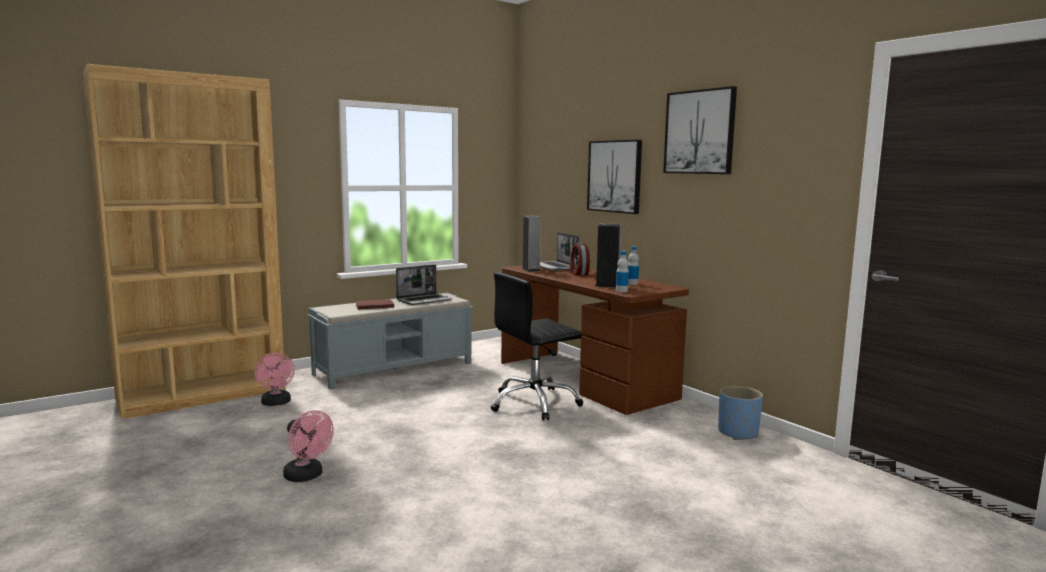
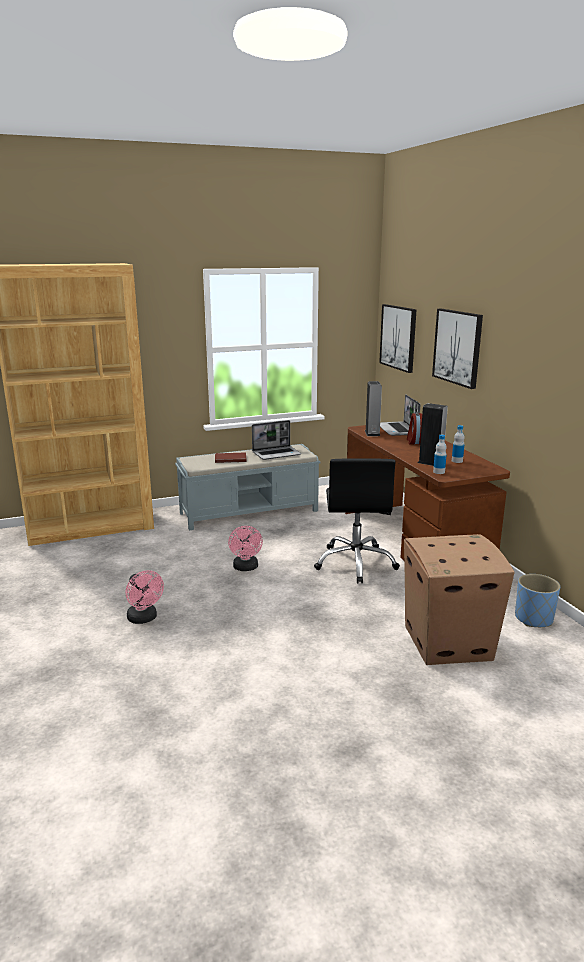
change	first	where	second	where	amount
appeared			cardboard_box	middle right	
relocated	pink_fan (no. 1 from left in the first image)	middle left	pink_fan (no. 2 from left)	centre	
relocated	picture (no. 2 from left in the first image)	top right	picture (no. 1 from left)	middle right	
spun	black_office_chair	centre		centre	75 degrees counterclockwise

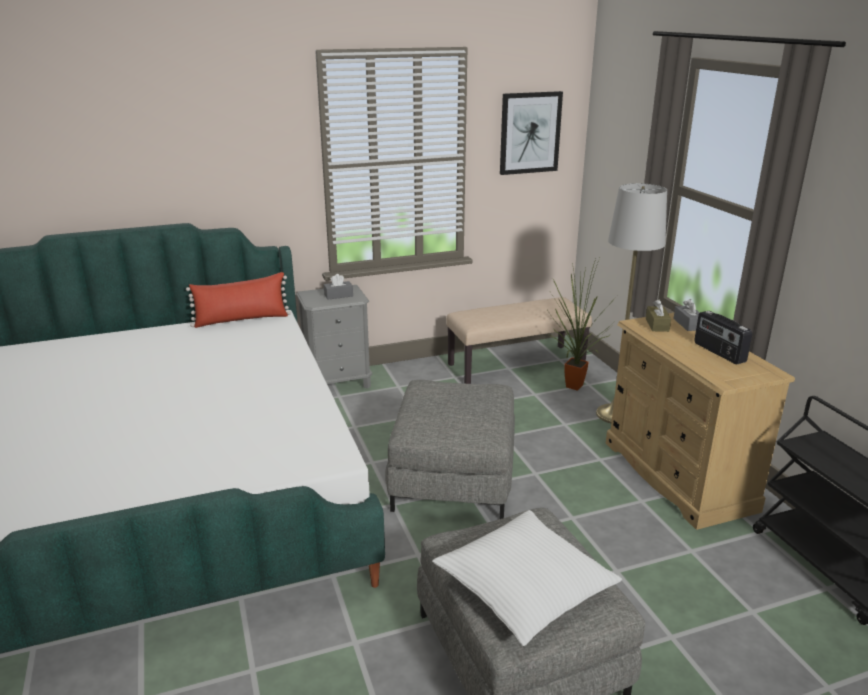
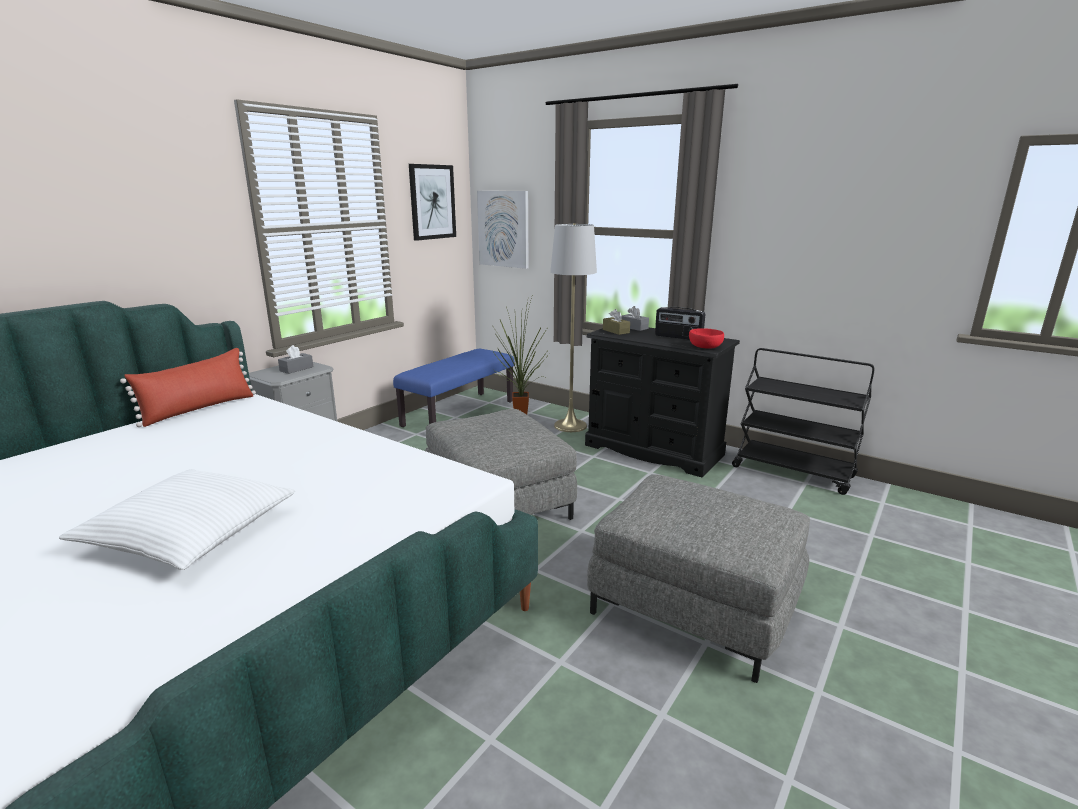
change	first	where	second	where	amount
appeared			picture (no. 2 from left)	top centre	
appeared			red_bowl	centre	
relocated	white_pillow	bottom centre		middle left	
colour	beige_bench	centre	blue_bench	centre	
colour	beige_dresser	middle right	black_dresser	centre	

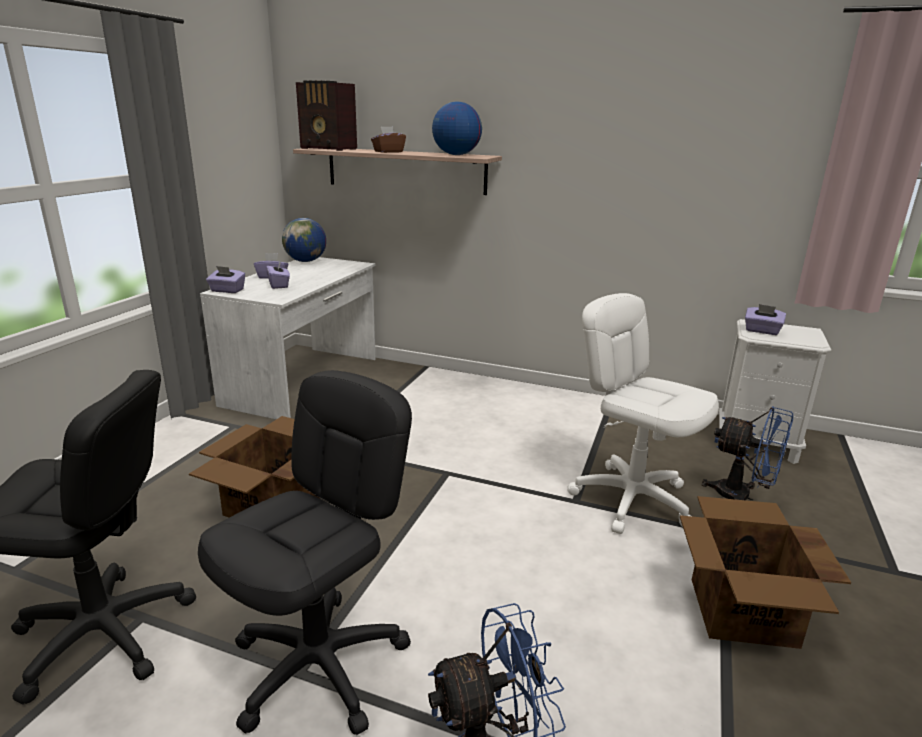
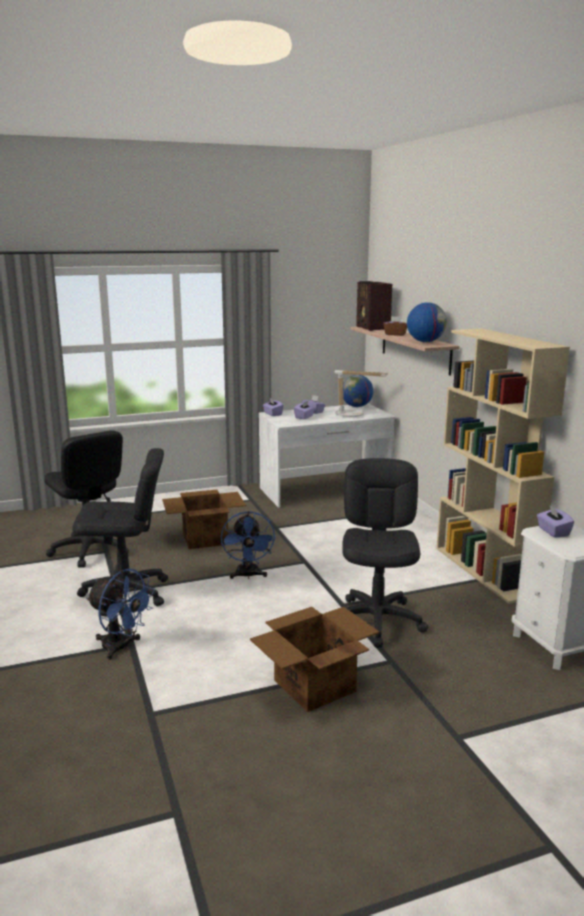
change	first	where	second	where	amount
appeared			table_lamp	centre	
appeared			beige_bookcase	middle right	
relocated	blue_fan (no. 2 from left)	middle right		centre	
colour	white_office_chair	middle right	black_office_chair (no. 3 from left)	centre	

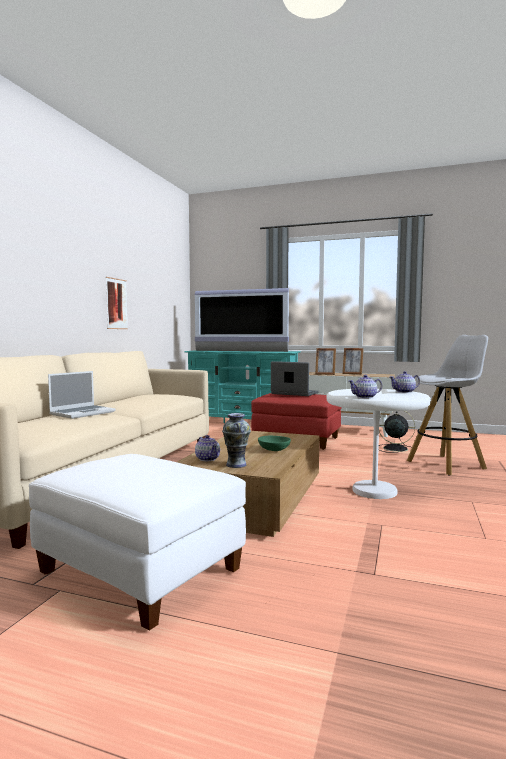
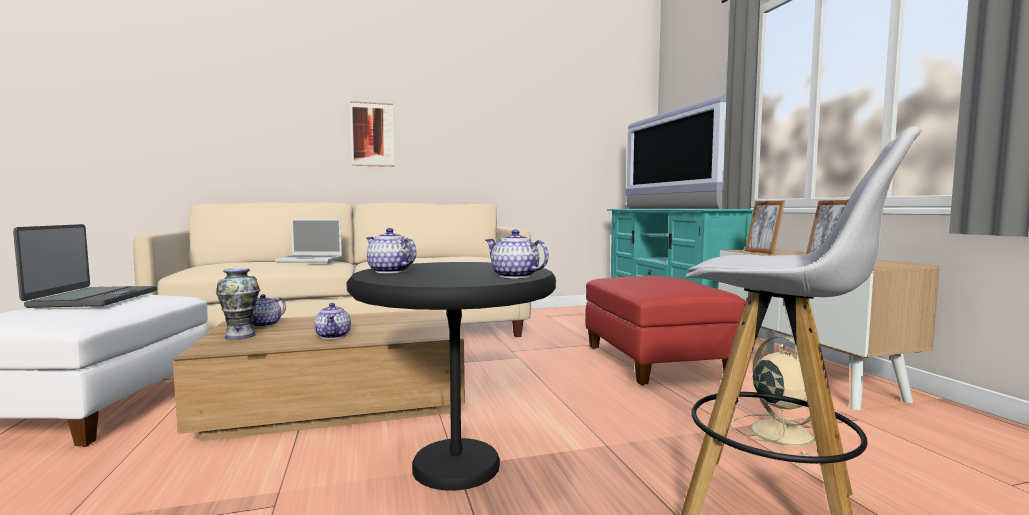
change	first	where	second	where	amount
relocated	picture	middle left		top centre	
relocated	laptop (no. 2 from left in the first image)	centre	laptop (no. 1 from left)	middle left	
exchanged	green_bowl	centre	teapot (no. 2 from left)	middle left	
colour	white_side_table	middle right	black_side_table	bottom centre	
colour	black_fan	middle right	beige_fan	bottom right	

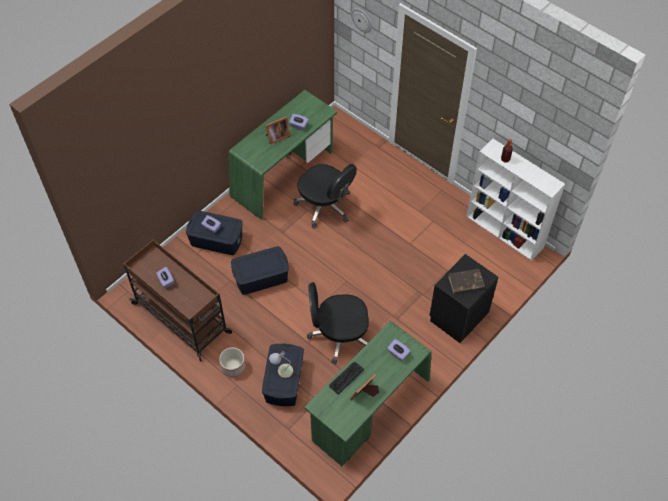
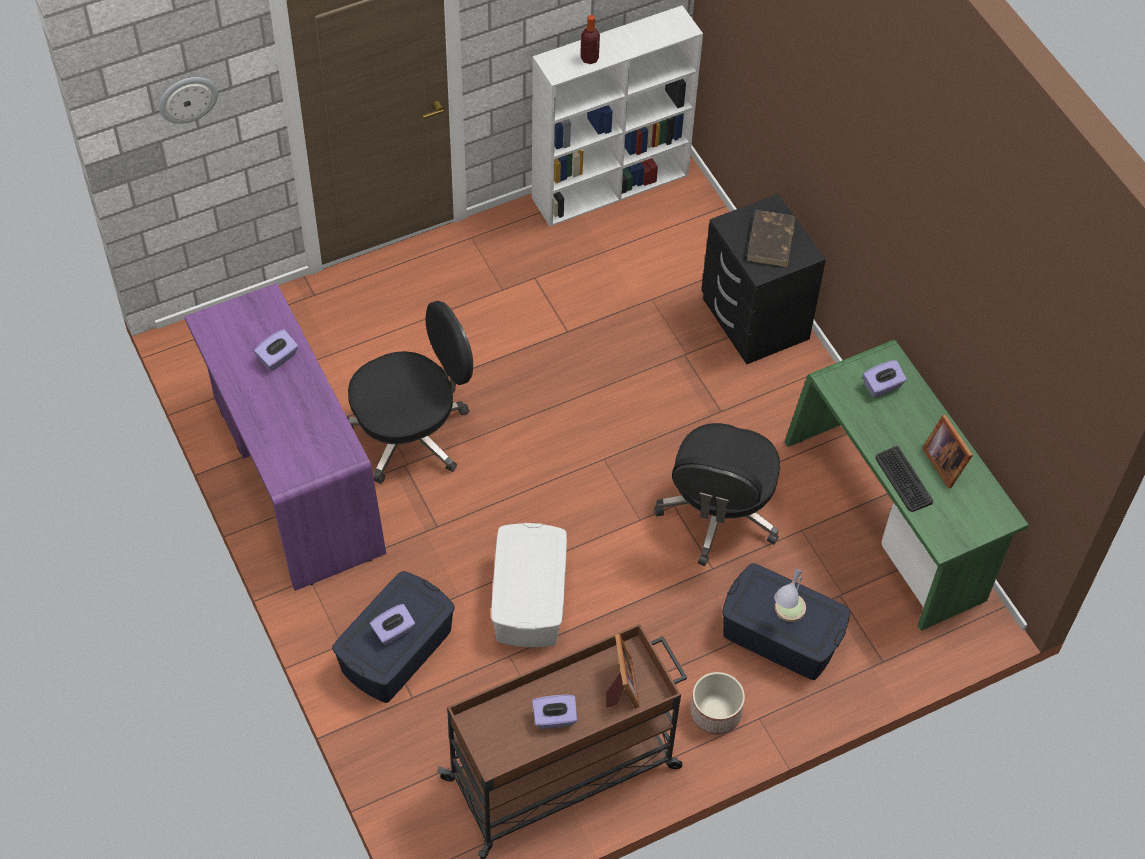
change	first	where	second	where	amount
relocated	picture_frame (no. 1 from left)	top centre		bottom centre	
colour	green_desk (no. 1 from left)	top centre	purple_desk	middle left	
colour	blue_storage_box (no. 2 from left)	centre	white_storage_box	bottom centre	

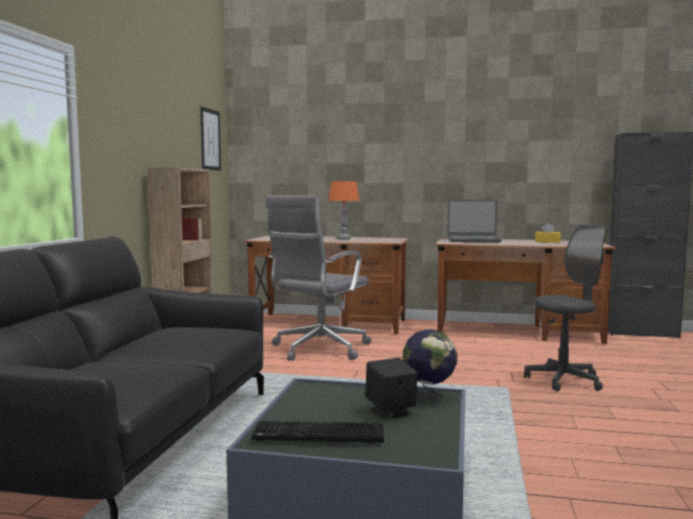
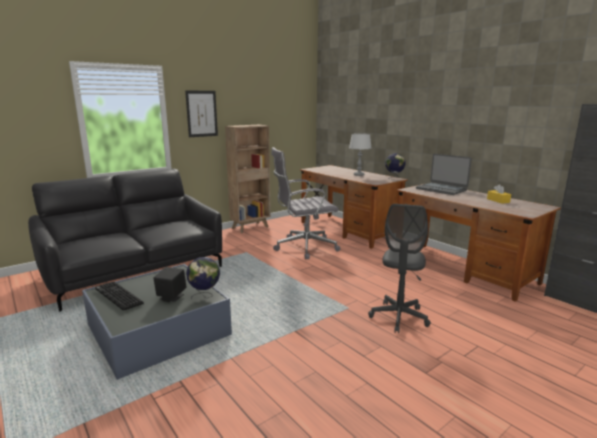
change	first	where	second	where	amount
appeared			globe (no. 2 from left)	centre	
relocated	picture	top left		top centre	
colour	orange_table_lamp	centre	grey_table_lamp	centre	
spun	grey_office_chair (no. 2 from left)	middle right		middle right	90 degrees clockwise

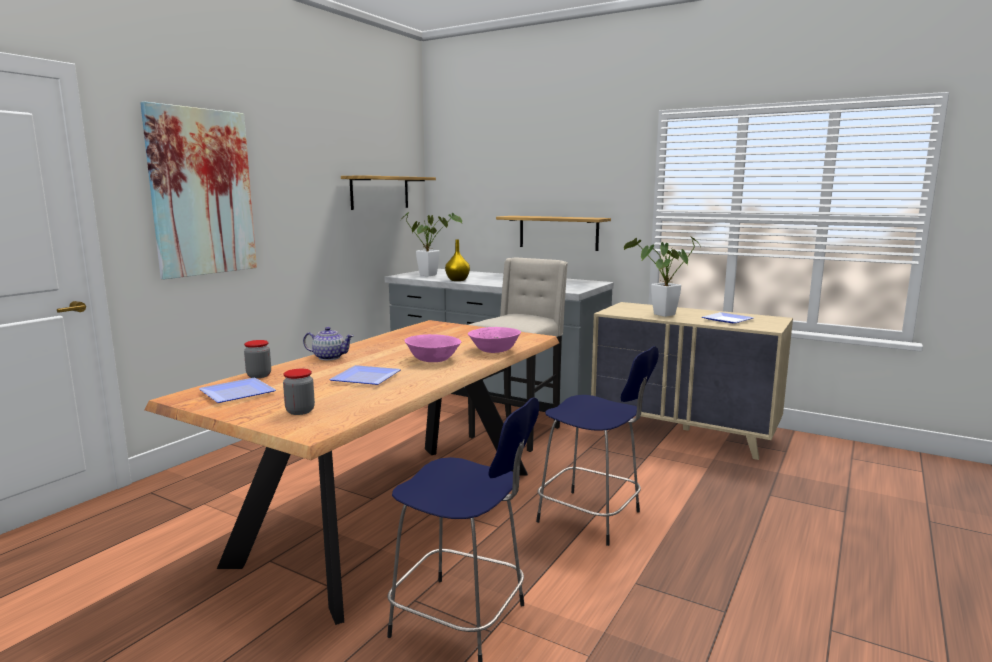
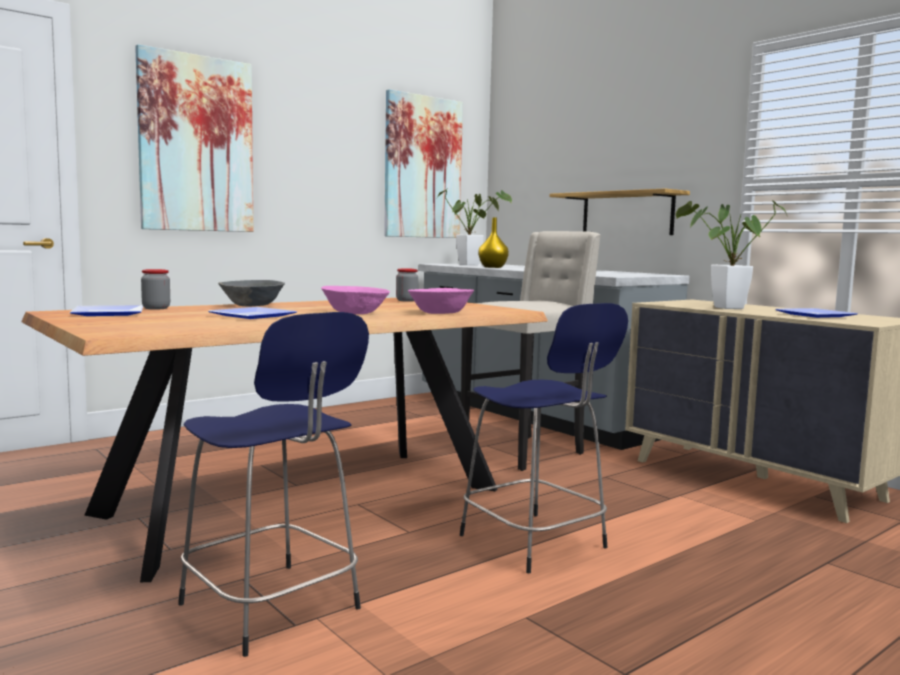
change	first	where	second	where	amount
relocated	jar (no. 2 from left)	middle left		centre	
exchanged	teapot	middle left	grey_bowl	middle left	
exchanged	shelf (no. 1 from left)	top centre	picture (no. 2 from left)	top centre	

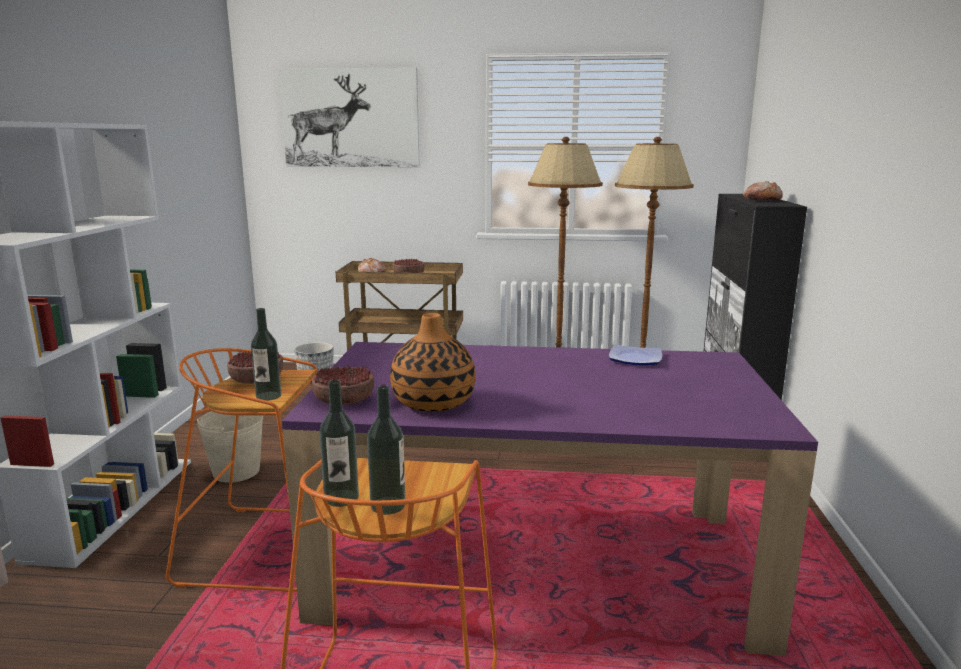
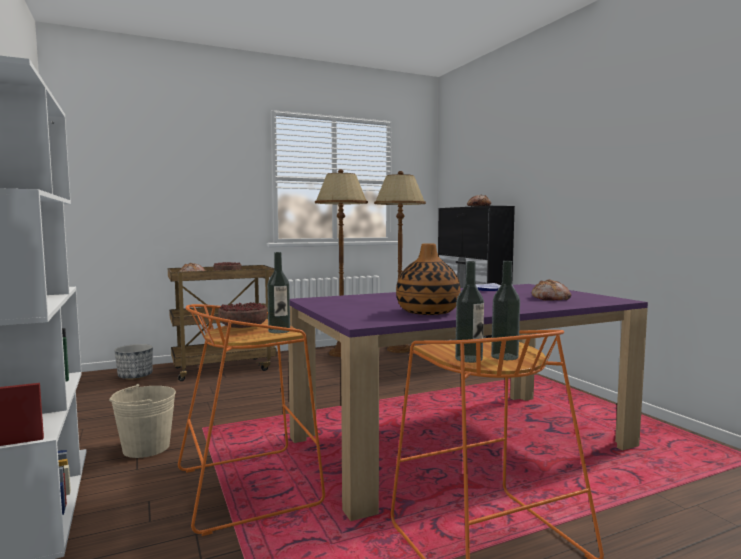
change	first	where	second	where	amount
missing	picture	top centre			
missing	bowl (no. 2 from left)	centre			
appeared			bread (no. 3 from left)	middle right	

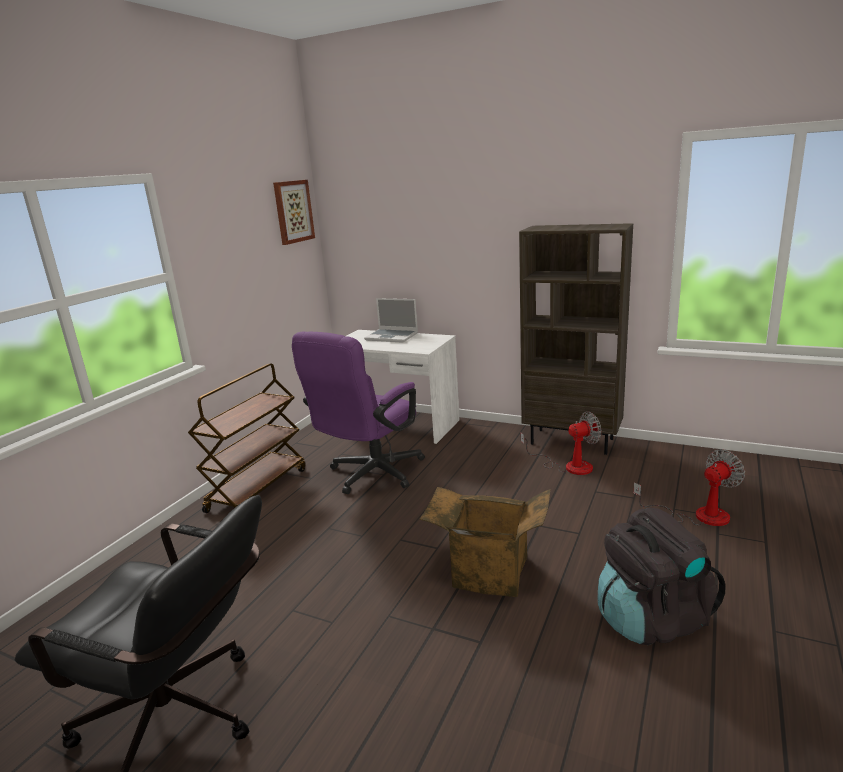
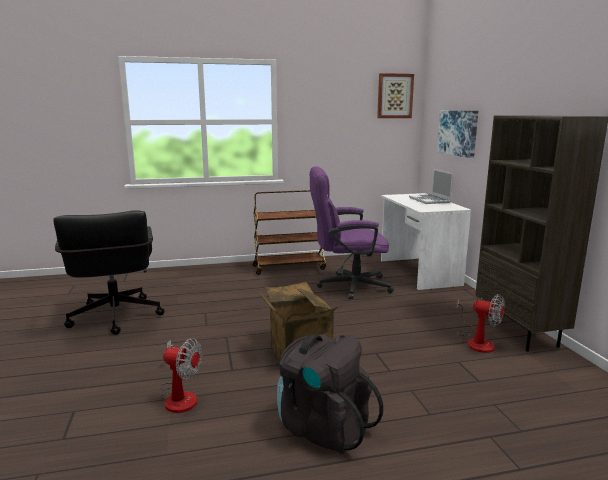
change	first	where	second	where	amount
appeared			picture (no. 2 from left)	top right	
relocated	fan (no. 2 from left in the first image)	middle right	fan (no. 1 from left)	bottom left	

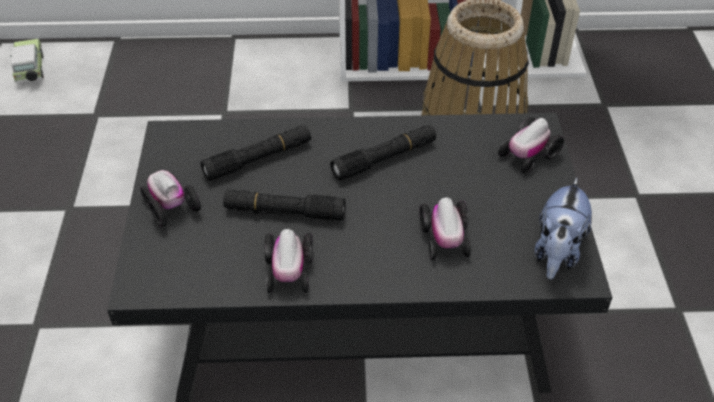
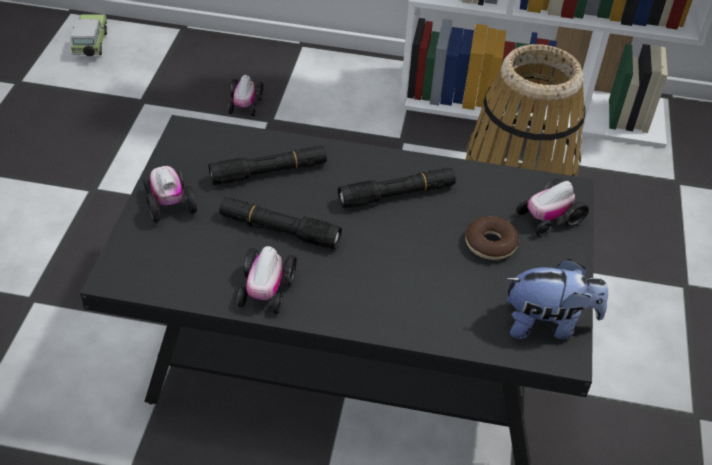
change	first	where	second	where	amount
appeared			donut	middle right	
relocated	toy_car (no. 4 from left in the first image)	centre	toy_car (no. 3 from left)	top centre	
spun	plush_toy	middle right		middle right	120 degrees counterclockwise

